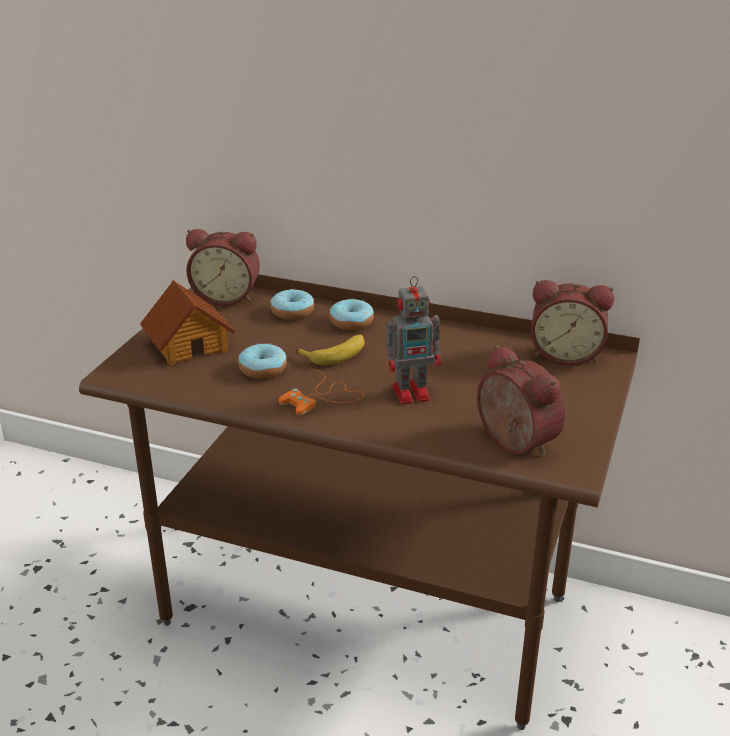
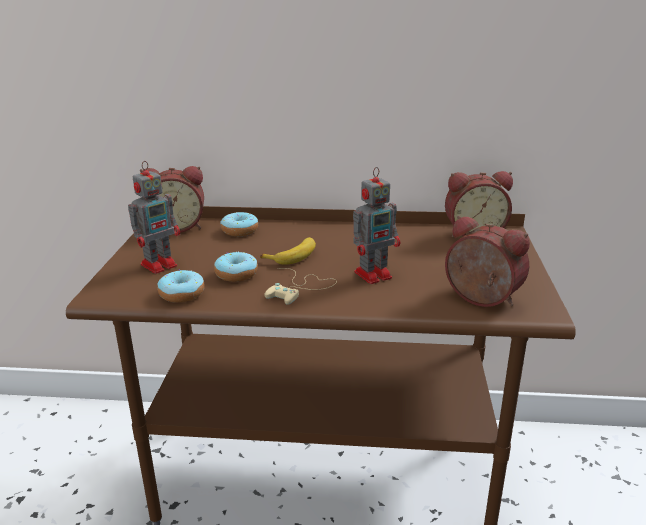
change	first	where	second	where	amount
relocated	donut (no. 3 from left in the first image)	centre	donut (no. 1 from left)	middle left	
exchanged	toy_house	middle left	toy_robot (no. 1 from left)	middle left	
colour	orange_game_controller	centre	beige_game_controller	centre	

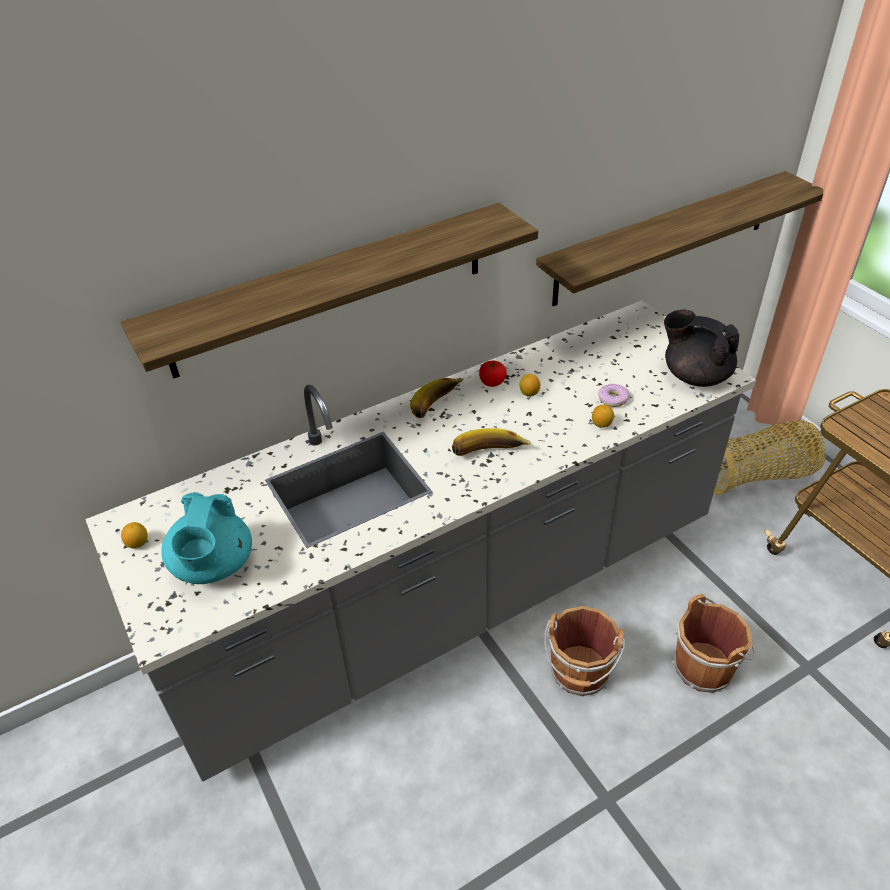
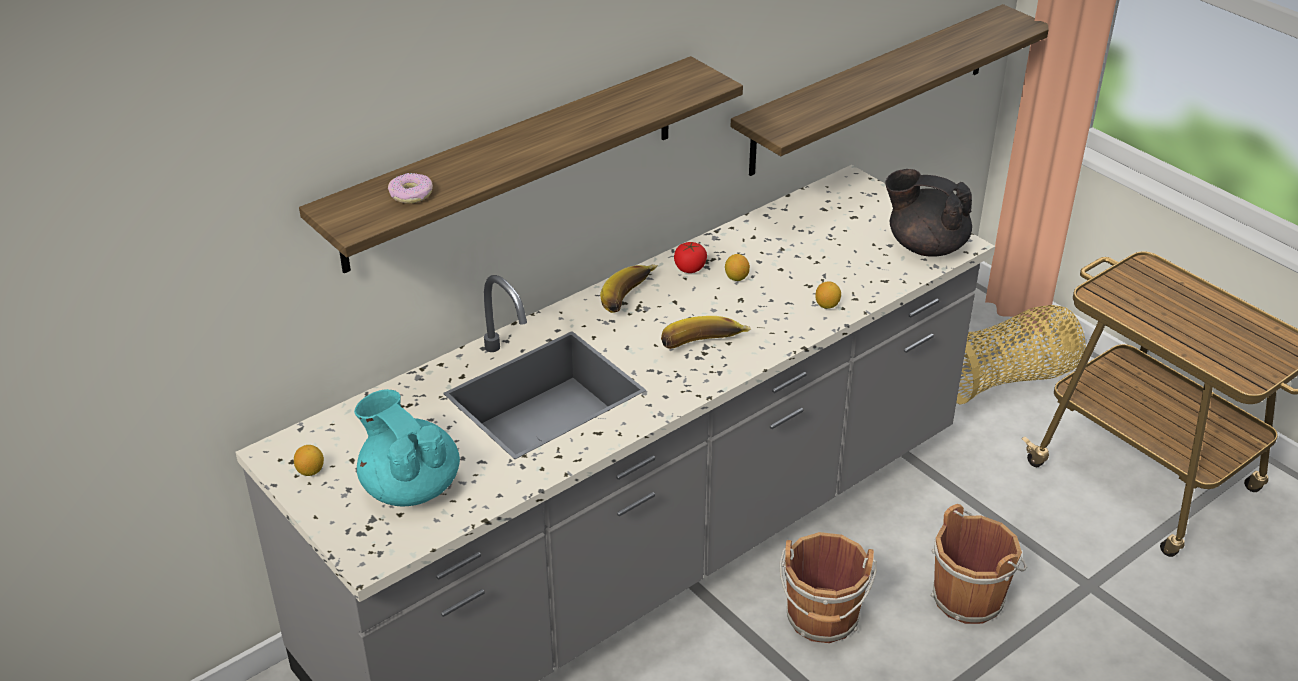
change	first	where	second	where	amount
relocated	donut	middle right		top left	
spun	turquoise_teapot	middle left		middle left	150 degrees clockwise

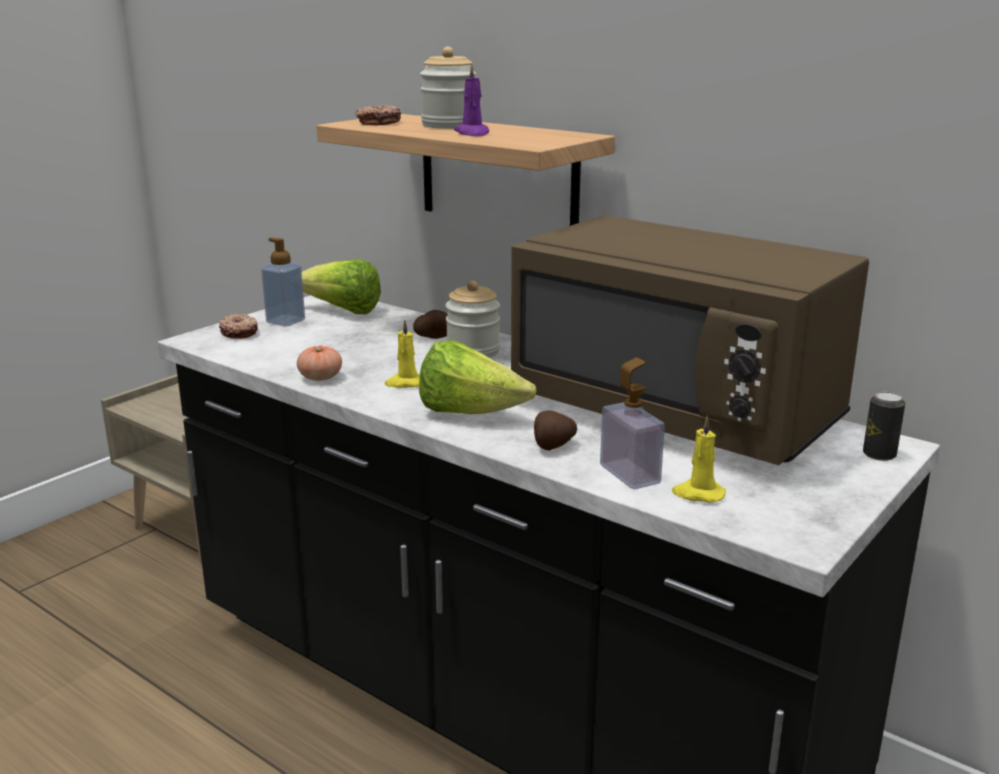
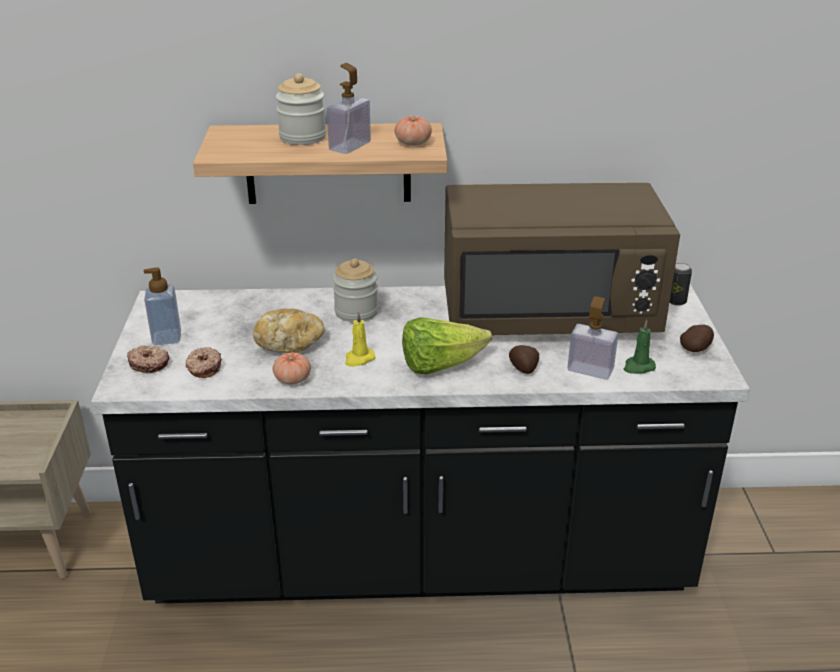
change	first	where	second	where	amount
missing	lettuce (no. 1 from left)	centre			
appeared			bread	centre	
appeared			tomato (no. 2 from left)	top centre	
relocated	donut (no. 2 from left)	top centre		middle left	
relocated	potato (no. 1 from left in the first image)	centre	potato (no. 2 from left)	middle right	
exchanged	purple_candle	top centre	soap_dispenser (no. 2 from left)	top centre	
colour	yellow_candle (no. 2 from left)	middle right	green_candle	middle right	

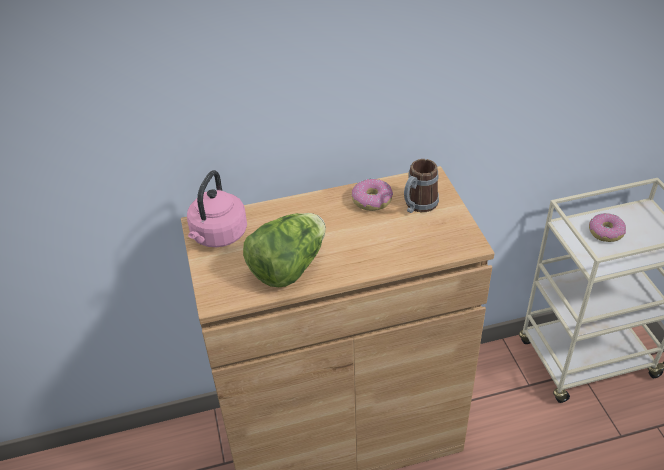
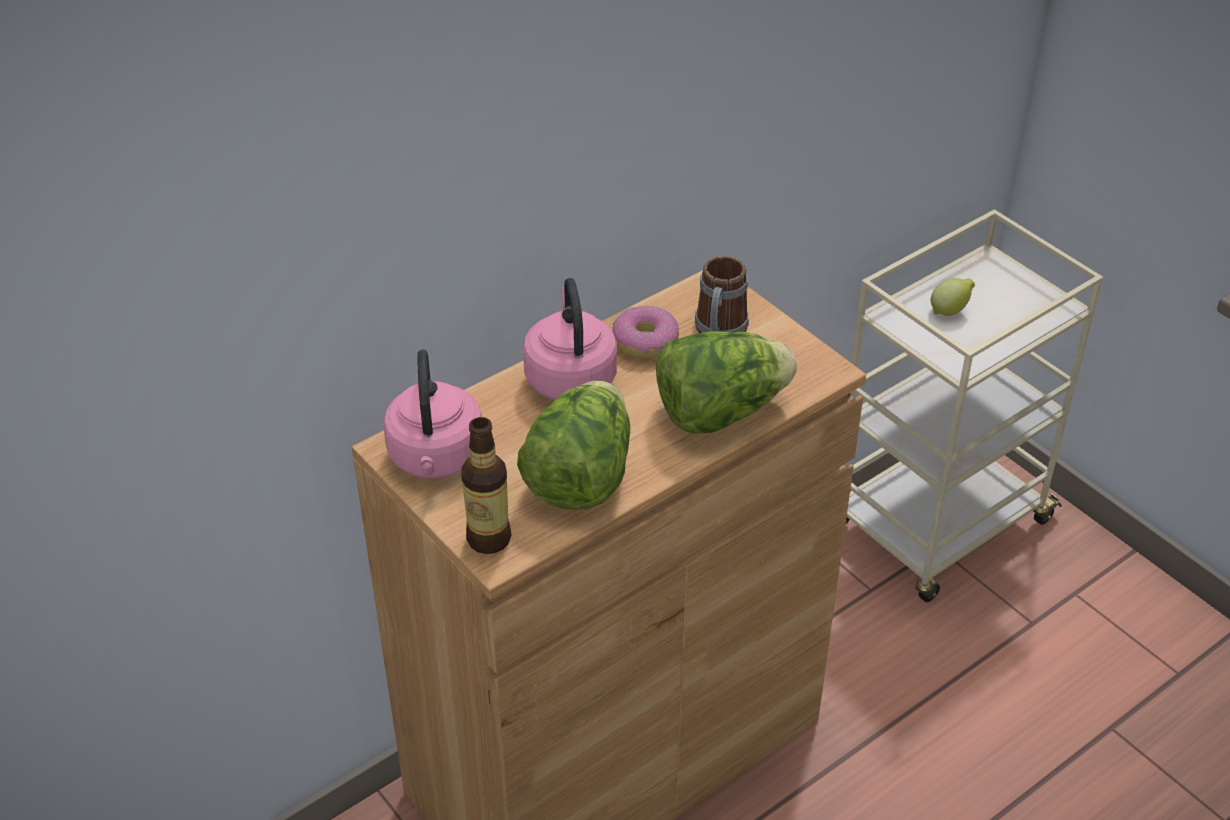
change	first	where	second	where	amount
appeared			bottle	centre	
appeared			pink_kettle (no. 2 from left)	centre	
appeared			lettuce (no. 2 from left)	centre	
exchanged	donut (no. 2 from left)	middle right	lemon	middle right	

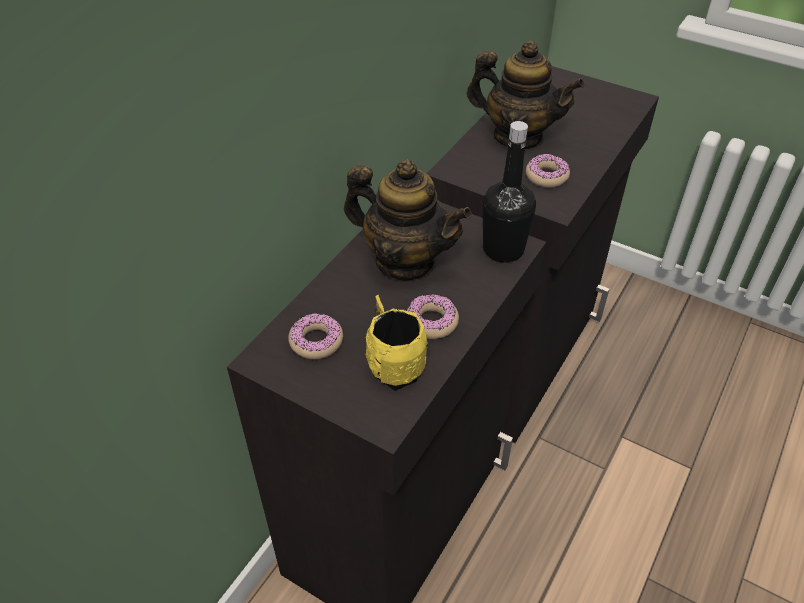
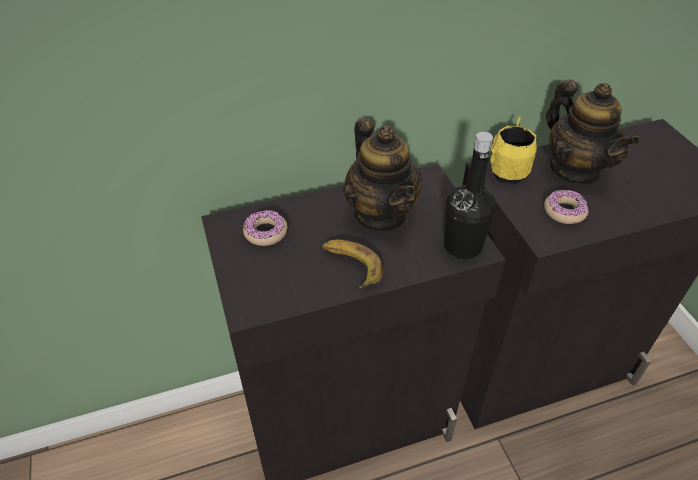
change	first	where	second	where	amount
relocated	yellow_mug	centre		top right	
exchanged	donut (no. 2 from left)	centre	banana	centre	

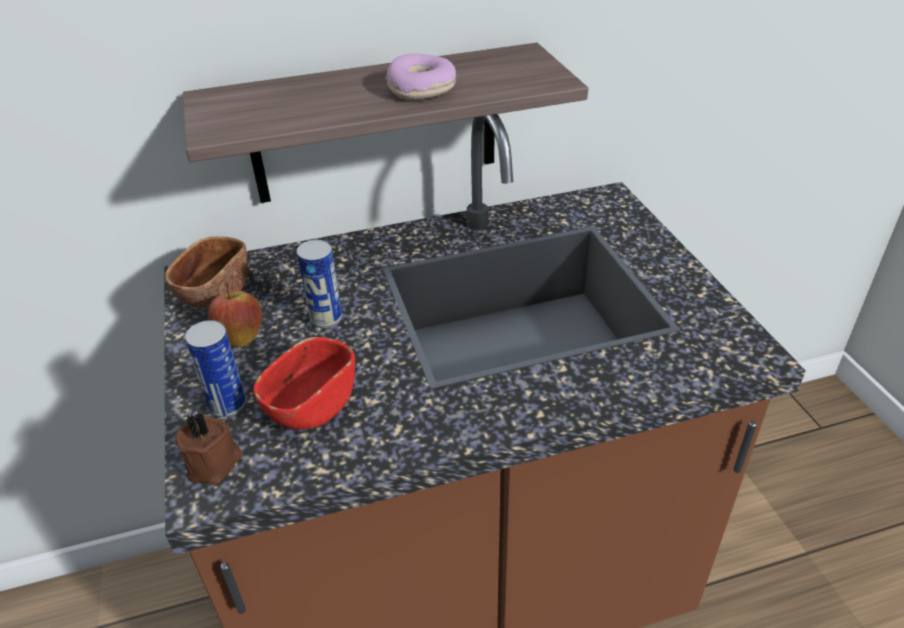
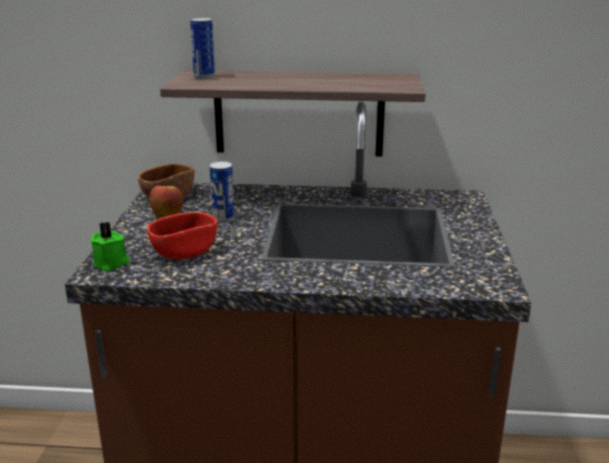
change	first	where	second	where	amount
missing	donut	top centre			
relocated	can (no. 1 from left)	middle left		top left	
colour	brown_candle	bottom left	green_candle	middle left	

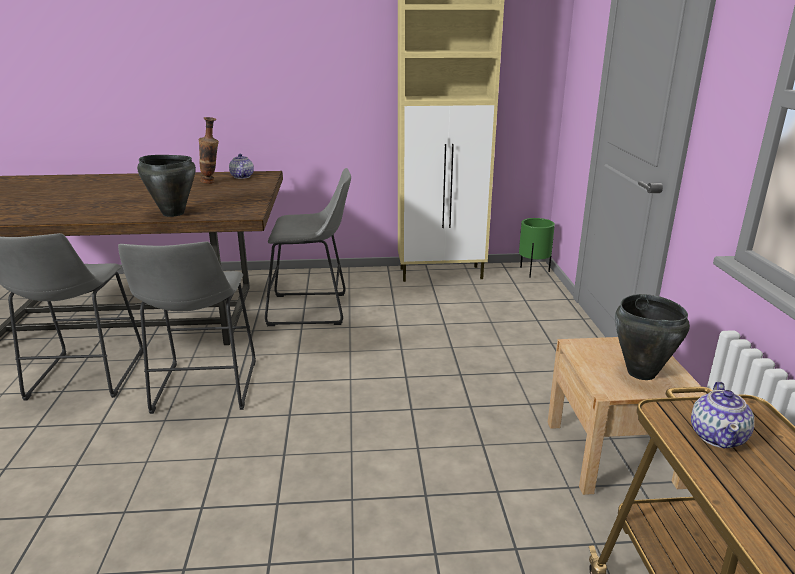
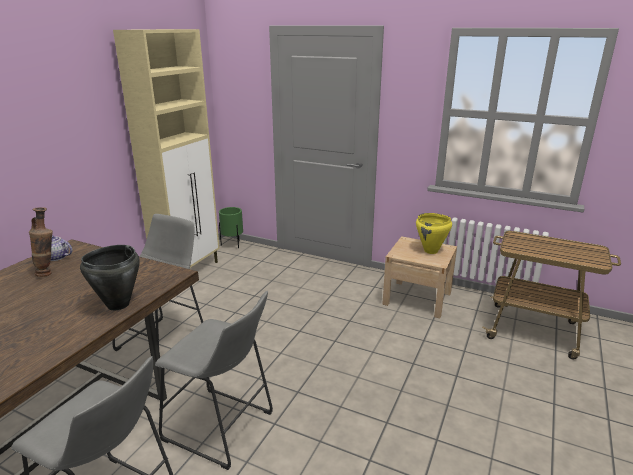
change	first	where	second	where	amount
missing	teapot (no. 2 from left)	bottom right			
colour	black_cooking_pot (no. 2 from left)	middle right	yellow_cooking_pot	middle right	

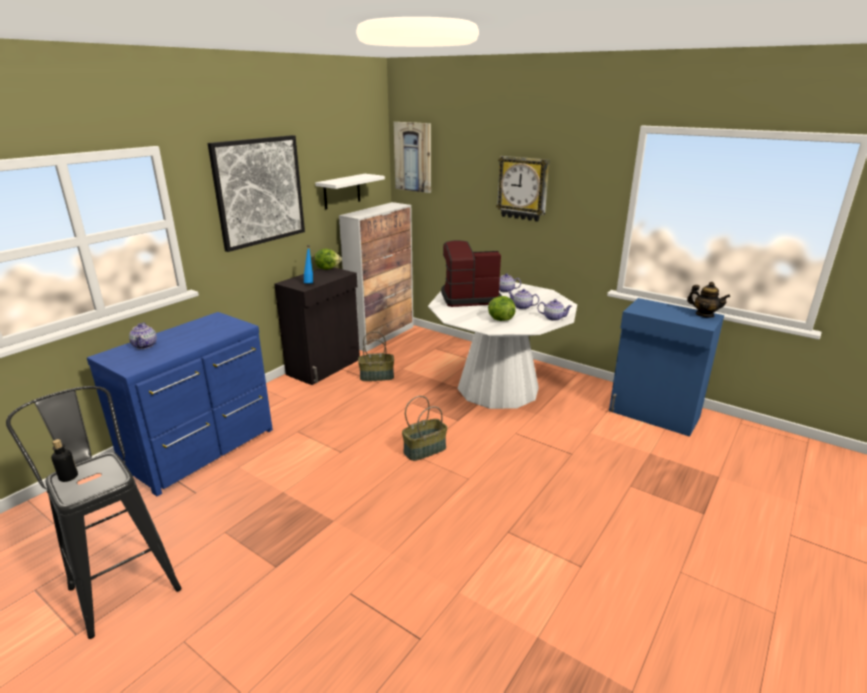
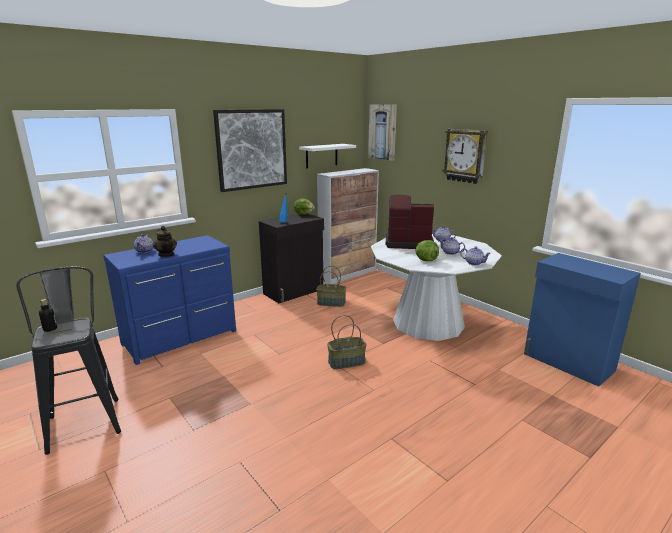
change	first	where	second	where	amount
relocated	teapot (no. 5 from left in the first image)	middle right	teapot (no. 2 from left)	middle left	

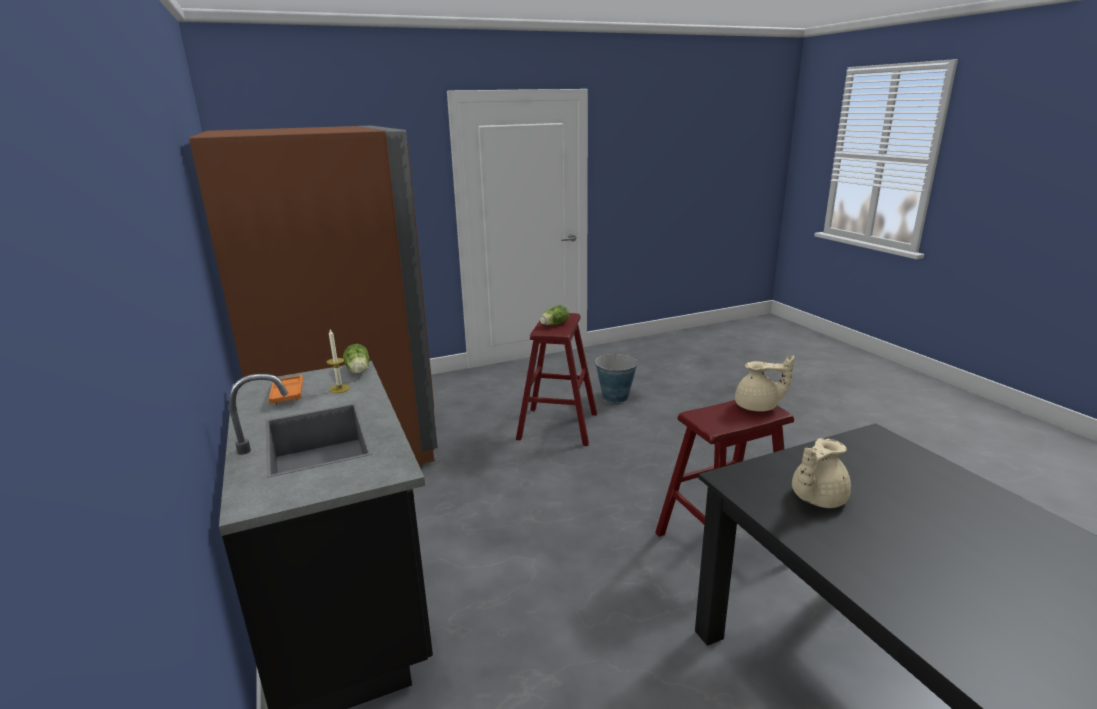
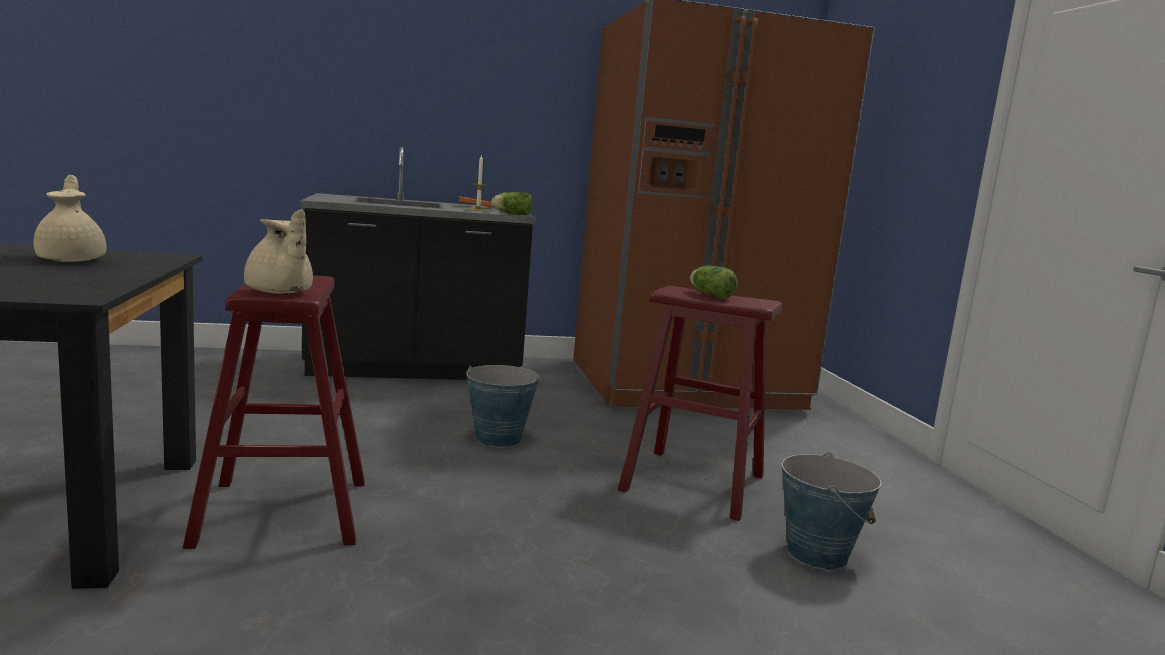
change	first	where	second	where	amount
appeared			bucket (no. 1 from left)	centre	
spun	beige_teapot (no. 1 from left in the first image)	middle right	beige_teapot (no. 2 from left)	middle left	60 degrees counterclockwise

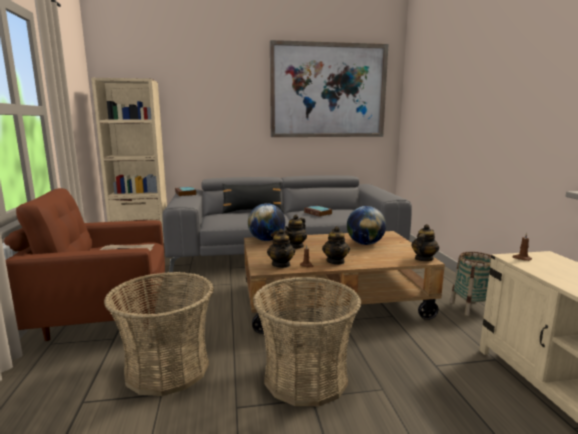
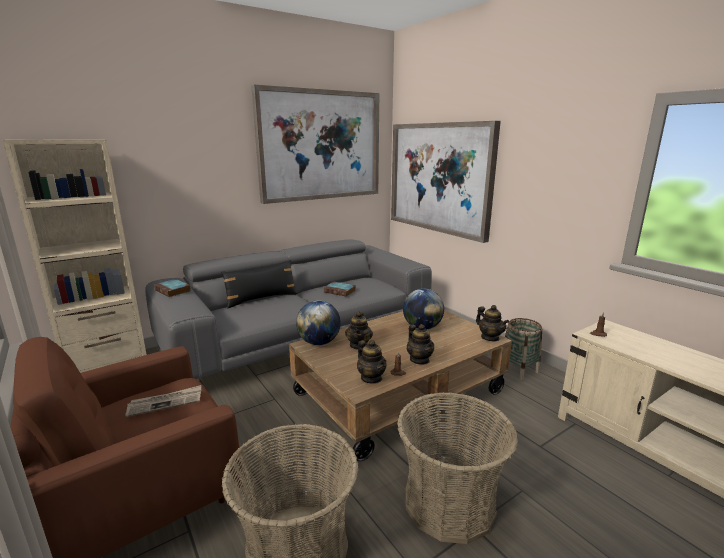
change	first	where	second	where	amount
appeared			picture (no. 2 from left)	top centre	
spun	teapot (no. 4 from left)	middle right		middle right	135 degrees clockwise

